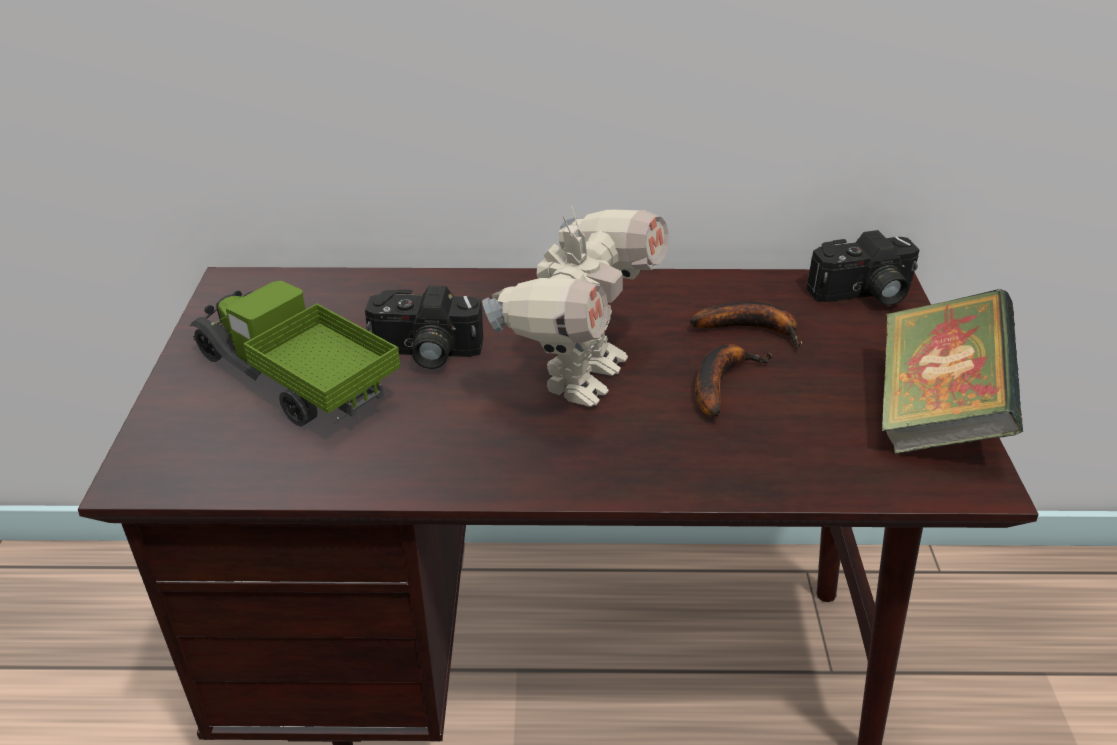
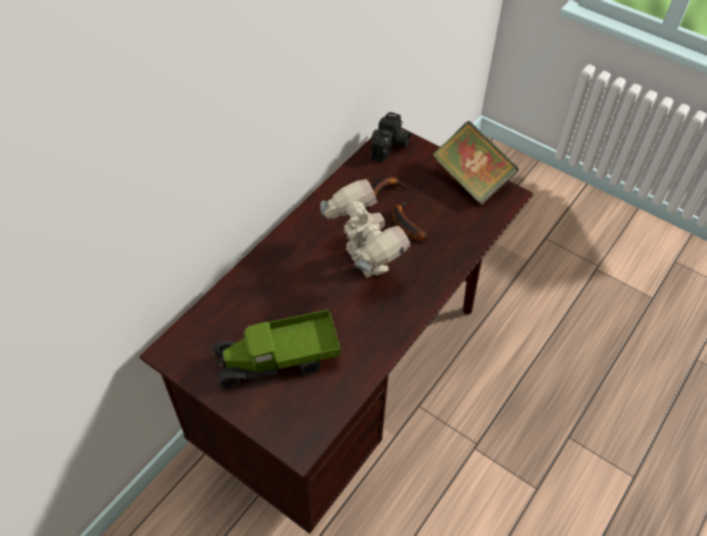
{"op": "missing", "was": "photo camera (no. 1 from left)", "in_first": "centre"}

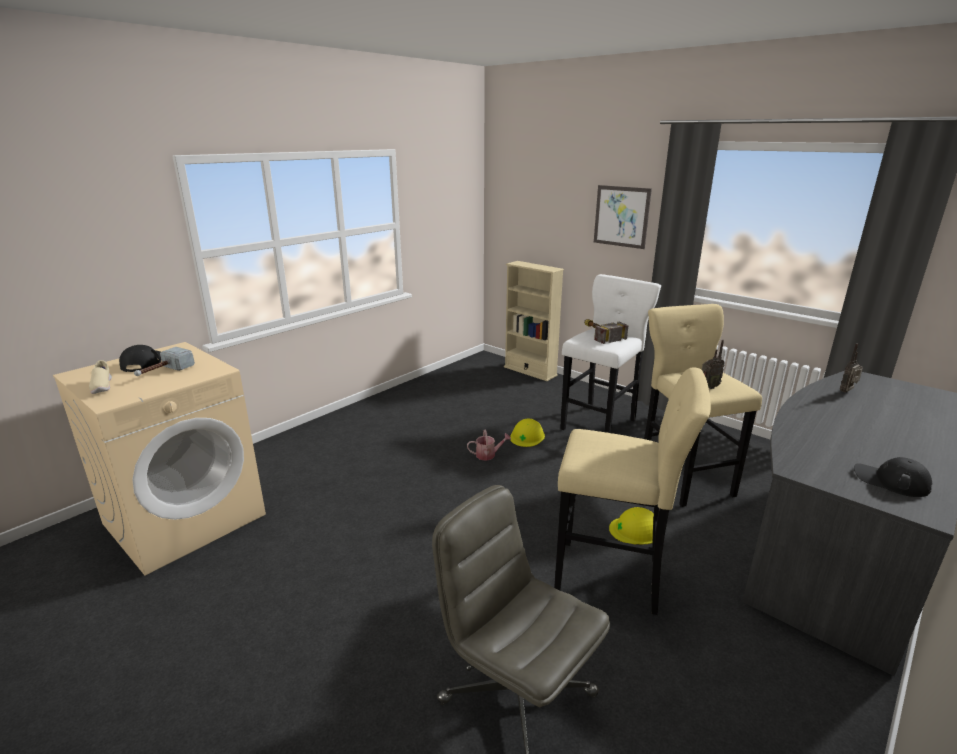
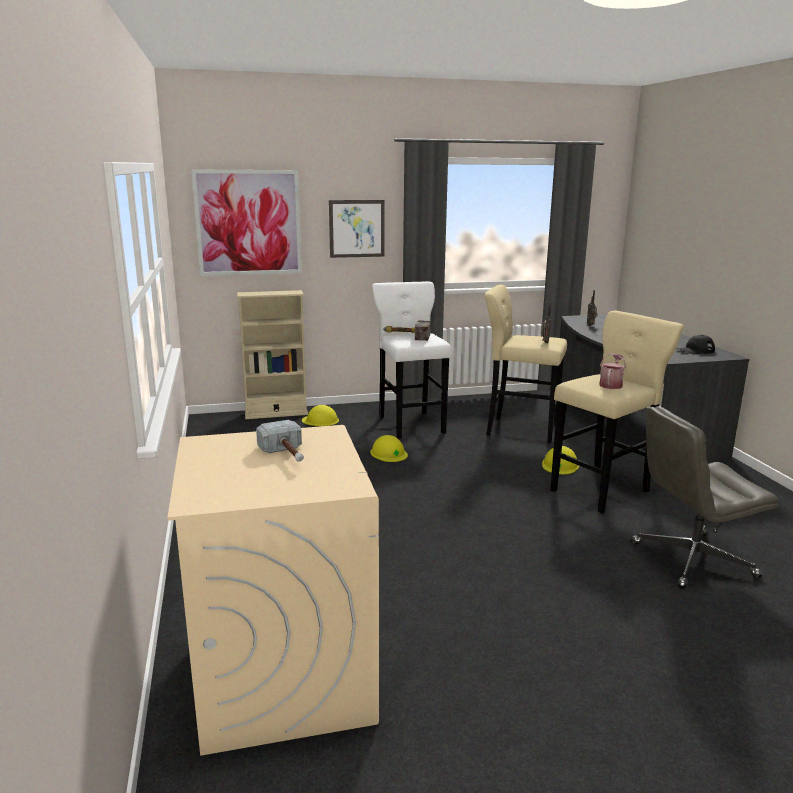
{"op": "appeared", "now": "picture (no. 1 from left)", "in_second": "top left"}
{"op": "appeared", "now": "yellow hard hat (no. 1 from left)", "in_second": "centre"}
{"op": "relocated", "was": "watering can", "in_first": "centre", "in_second": "middle right"}
{"op": "missing", "was": "beige shoe", "in_first": "middle left"}
{"op": "missing", "was": "black cap (no. 1 from left)", "in_first": "middle left"}

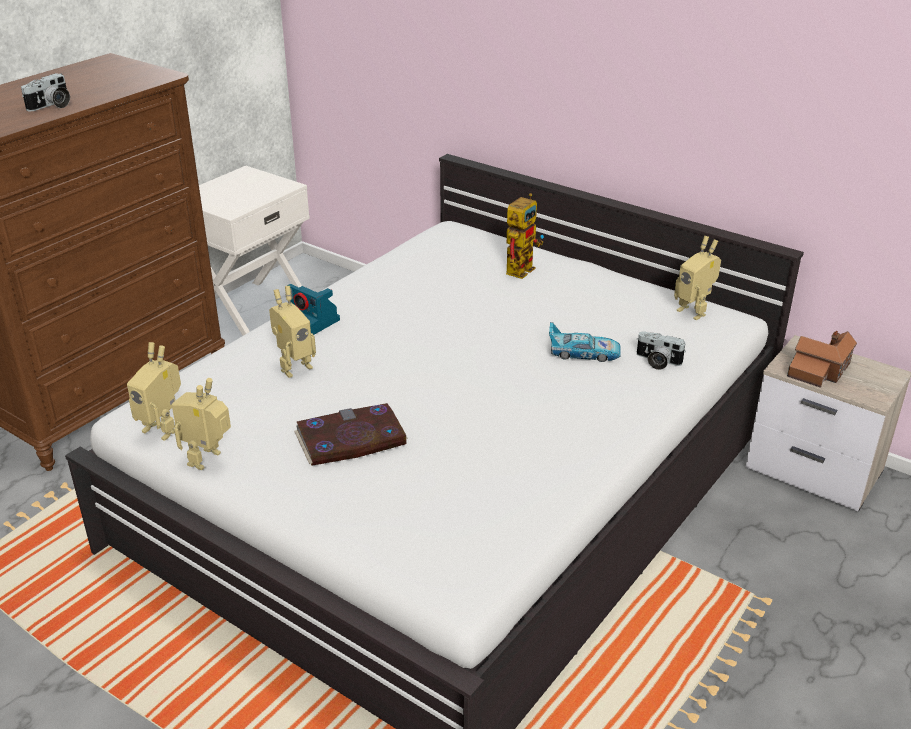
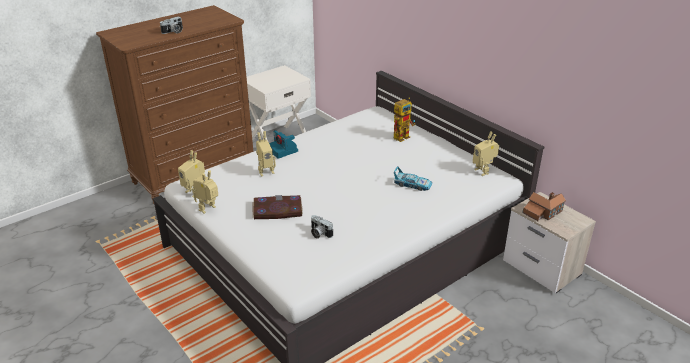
{"op": "relocated", "was": "photo camera (no. 3 from left)", "in_first": "middle right", "in_second": "centre"}

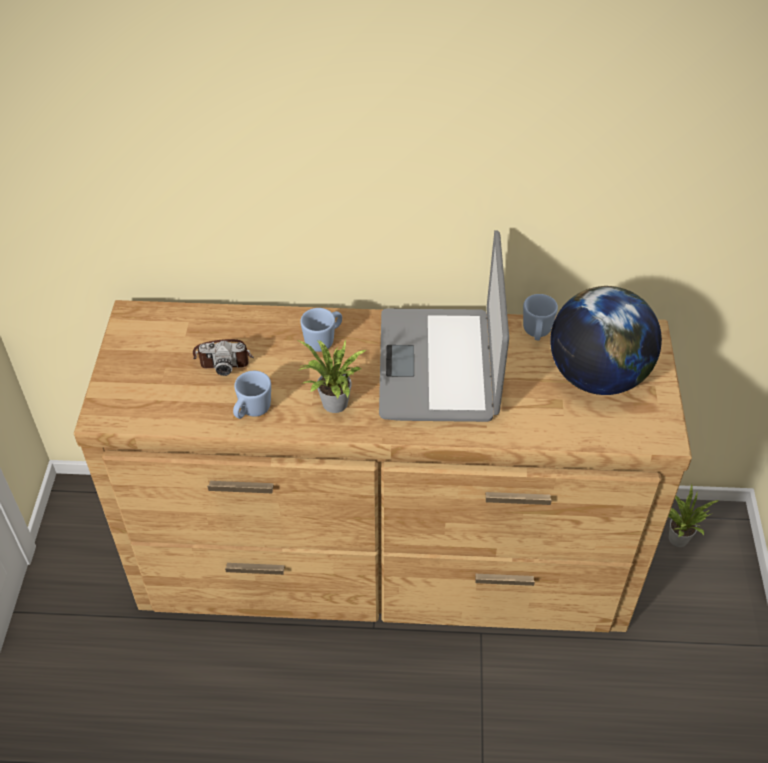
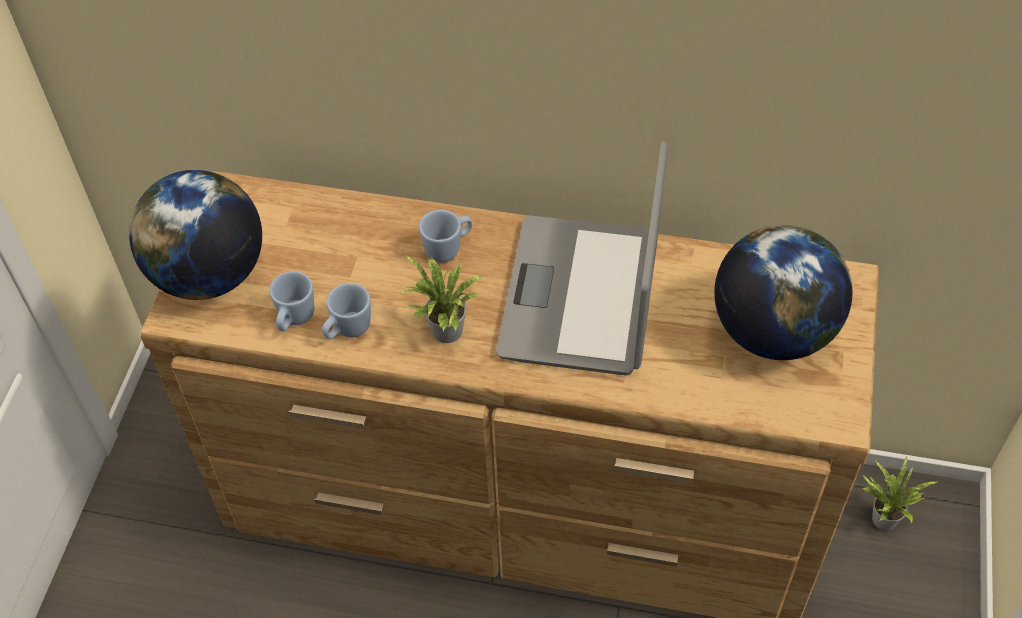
{"op": "appeared", "now": "globe (no. 1 from left)", "in_second": "middle left"}
{"op": "relocated", "was": "blue mug (no. 3 from left in the first image)", "now": "blue mug (no. 1 from left)", "in_first": "middle right", "in_second": "middle left"}
{"op": "missing", "was": "photo camera", "in_first": "middle left"}

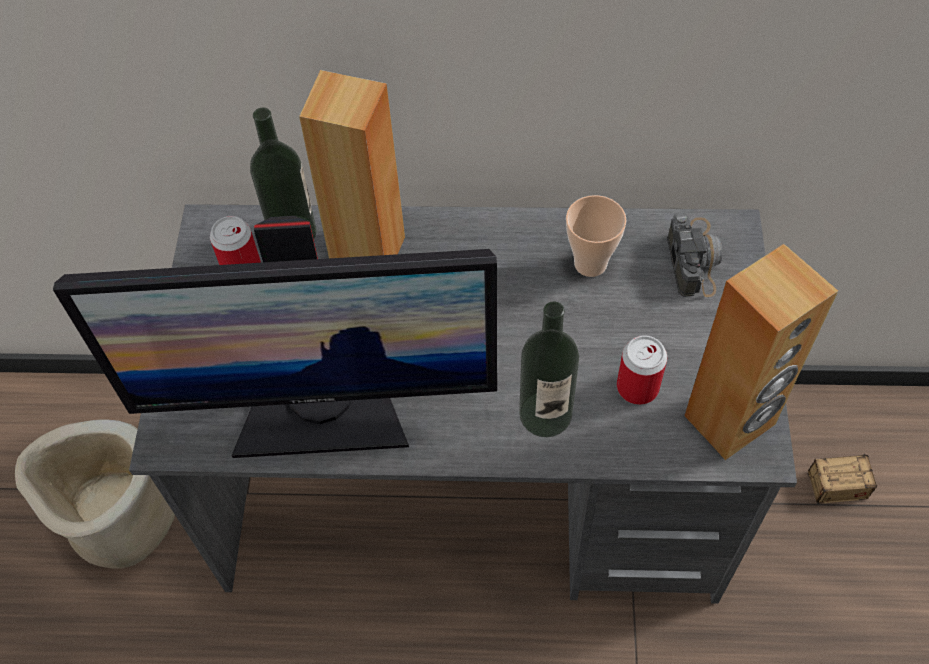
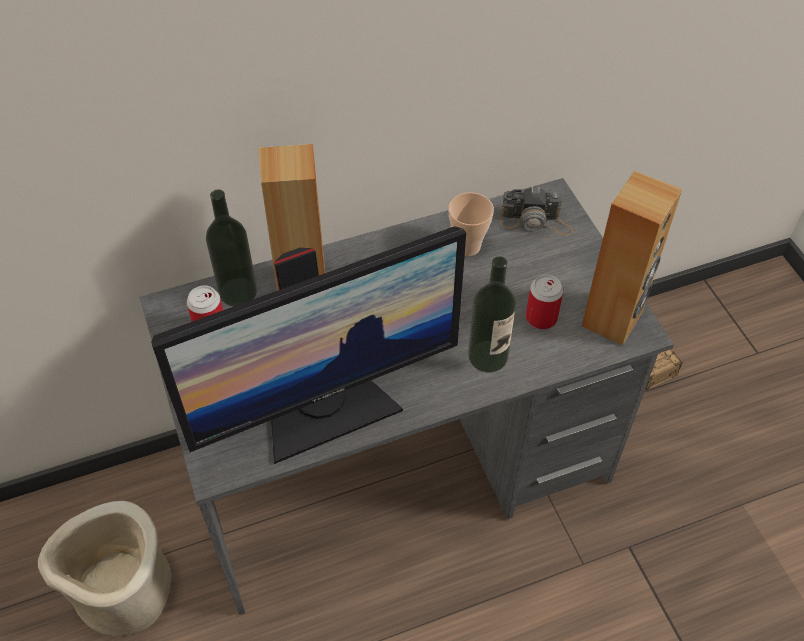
{"op": "spun", "was": "photo camera", "in_first": "middle right", "in_second": "top right", "clockwise": 120}

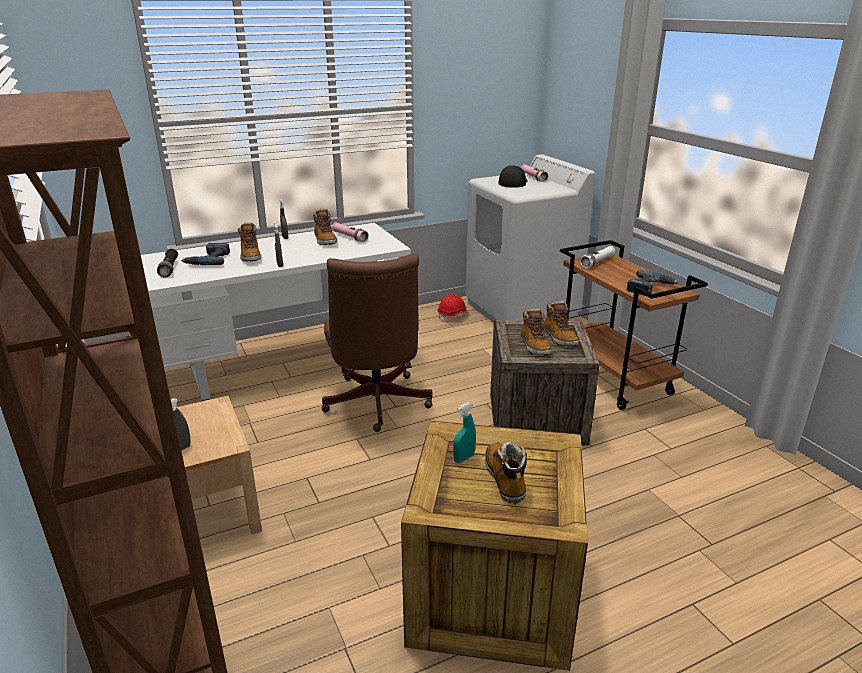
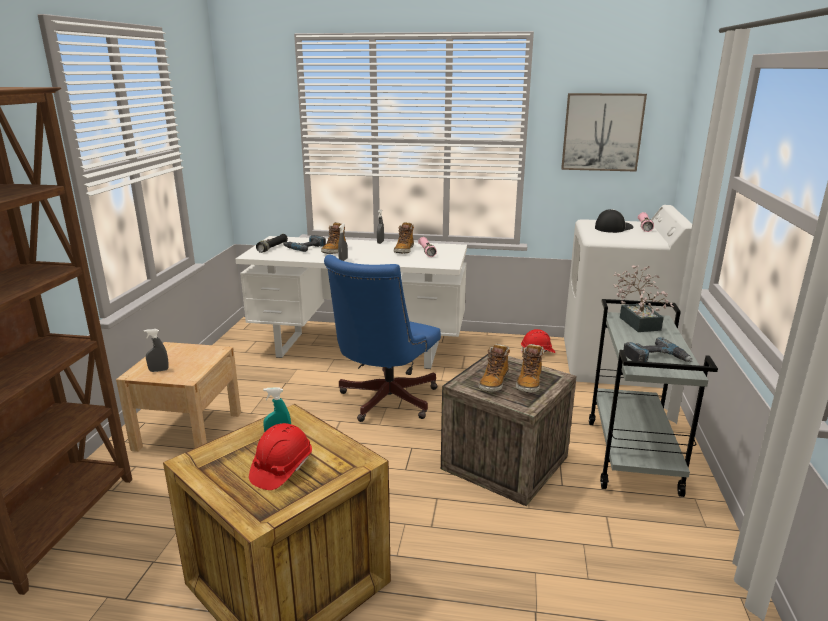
{"op": "exchanged", "was": "boot (no. 3 from left)", "now": "red hard hat (no. 1 from left)", "in_first": "bottom centre", "in_second": "bottom centre"}
{"op": "colour", "was": "brown office chair", "now": "blue office chair", "in_first": "centre", "in_second": "centre"}
{"op": "appeared", "now": "picture", "in_second": "top right"}
{"op": "colour", "was": "brown cart", "now": "grey cart", "in_first": "middle right", "in_second": "middle right"}
{"op": "exchanged", "was": "white flashlight", "now": "potted plant", "in_first": "middle right", "in_second": "middle right"}

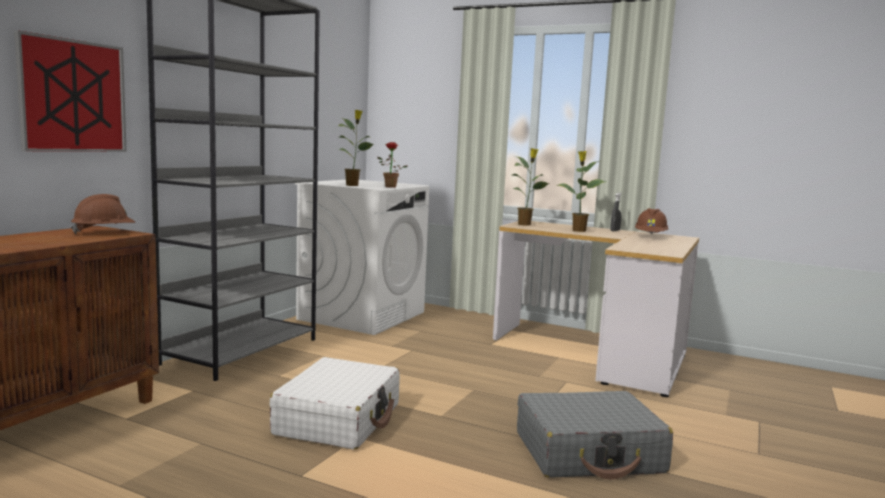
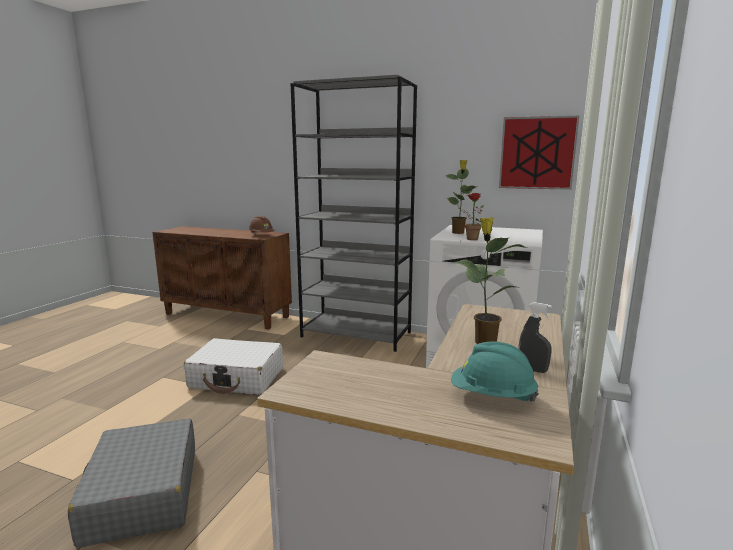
{"op": "colour", "was": "brown hard hat (no. 2 from left)", "now": "turquoise hard hat", "in_first": "middle right", "in_second": "bottom right"}
{"op": "relocated", "was": "picture", "in_first": "top left", "in_second": "top right"}
{"op": "missing", "was": "potted plant (no. 3 from left)", "in_first": "centre"}

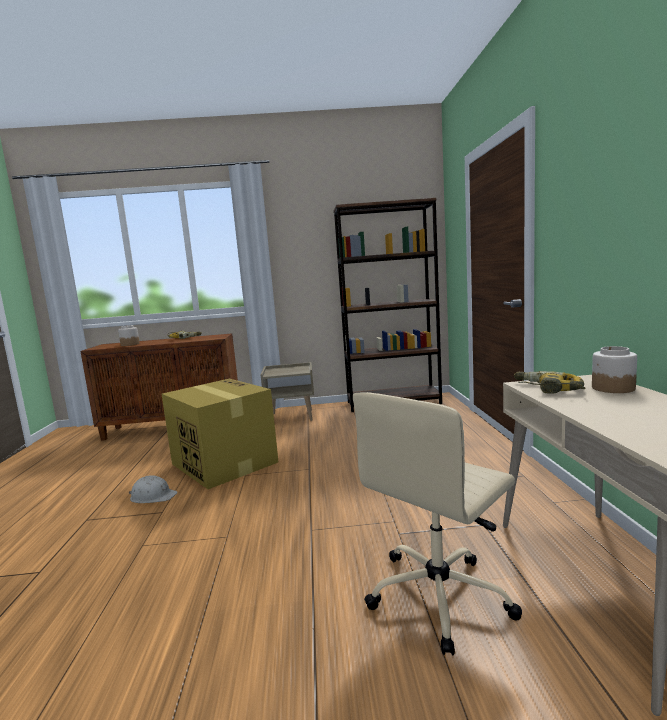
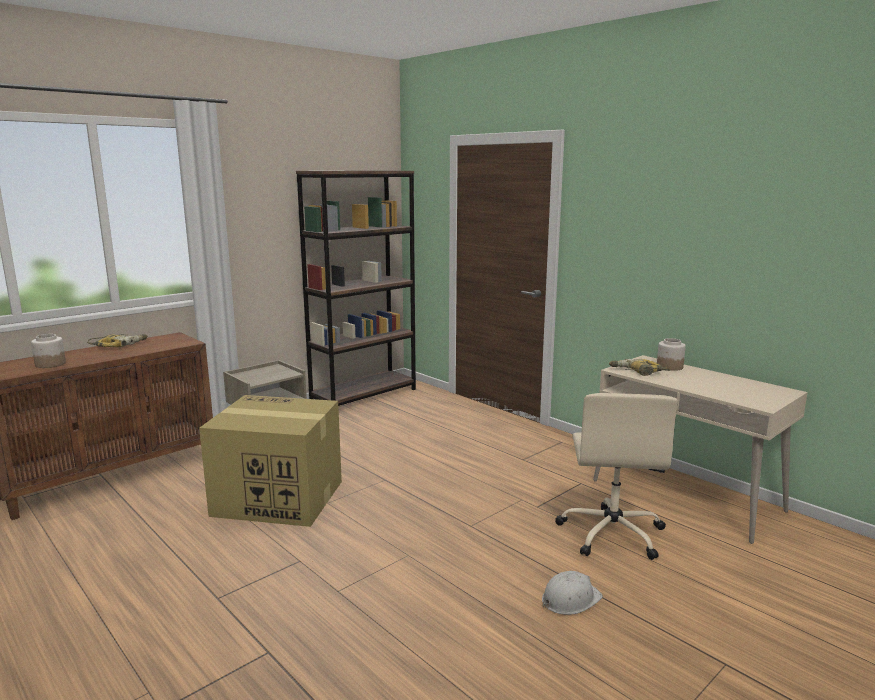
{"op": "relocated", "was": "white hard hat", "in_first": "bottom left", "in_second": "bottom centre"}

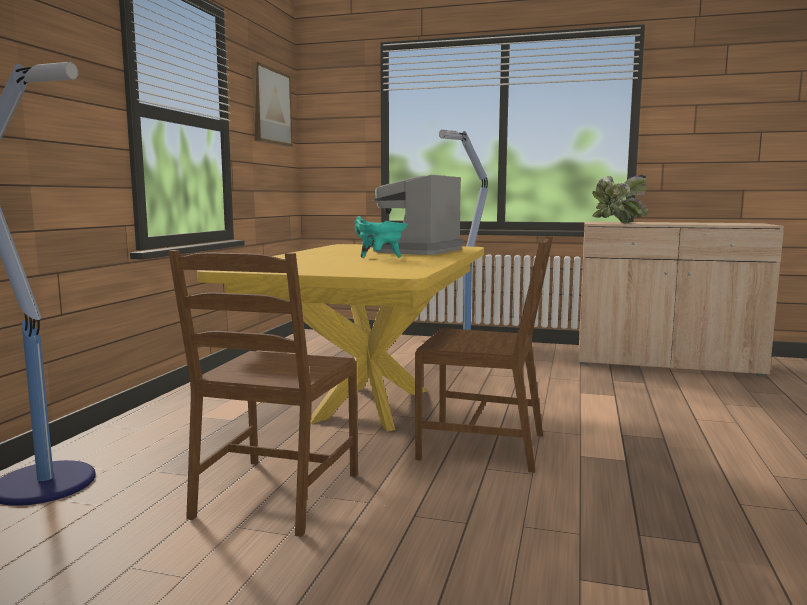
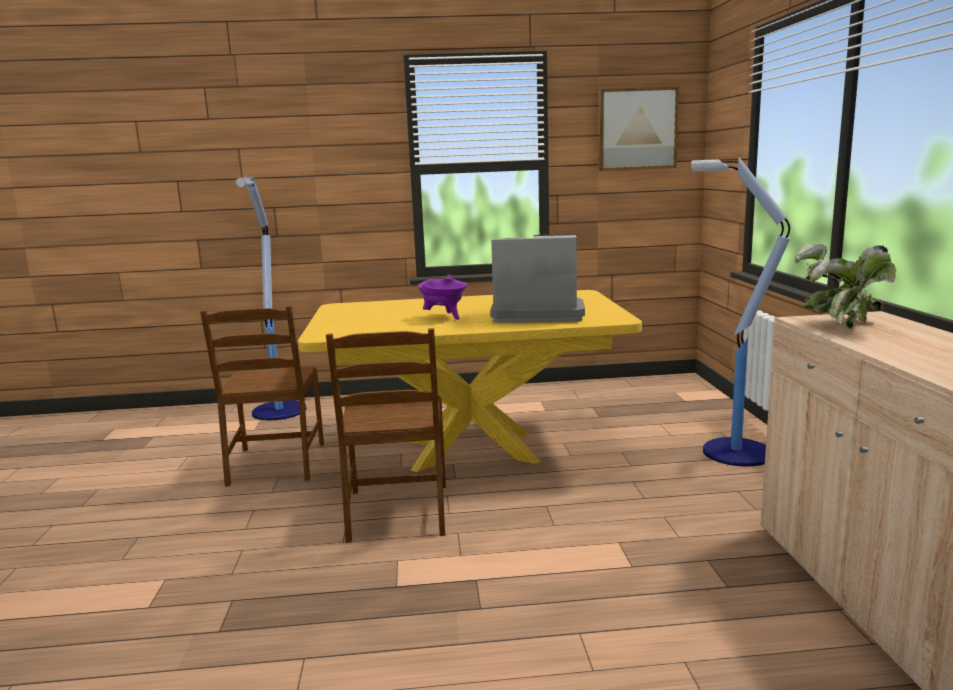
{"op": "spun", "was": "brown chair (no. 1 from left)", "in_first": "middle left", "in_second": "middle left", "clockwise": -90}
{"op": "colour", "was": "turquoise cooking pot", "now": "purple cooking pot", "in_first": "centre", "in_second": "centre"}

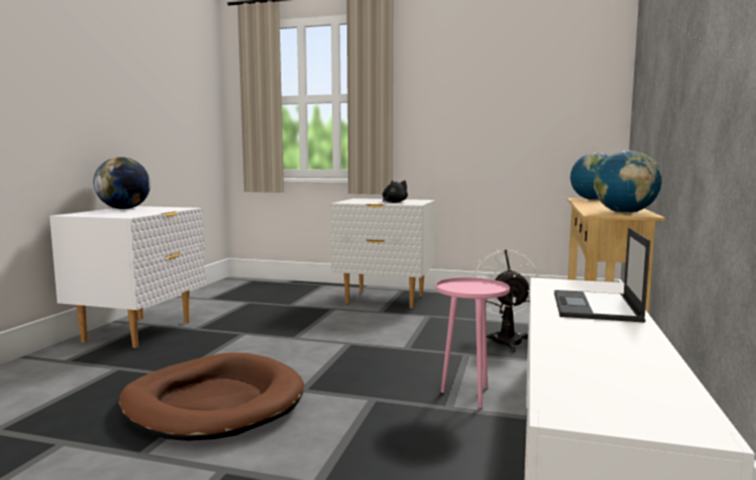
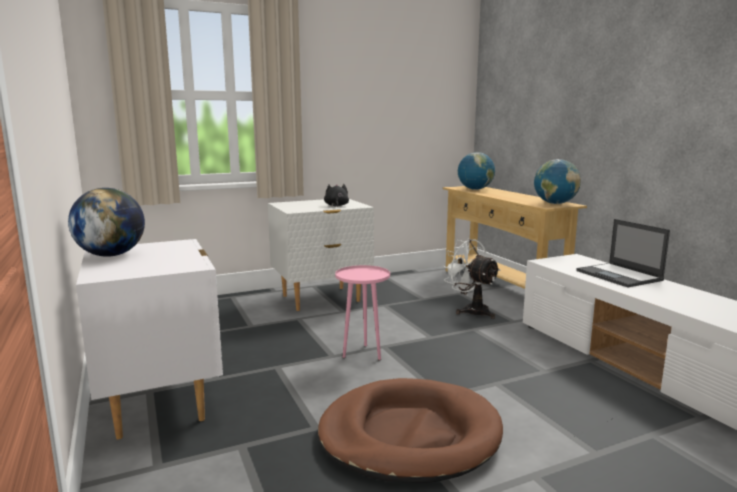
{"op": "relocated", "was": "pink side table", "in_first": "bottom centre", "in_second": "centre"}

